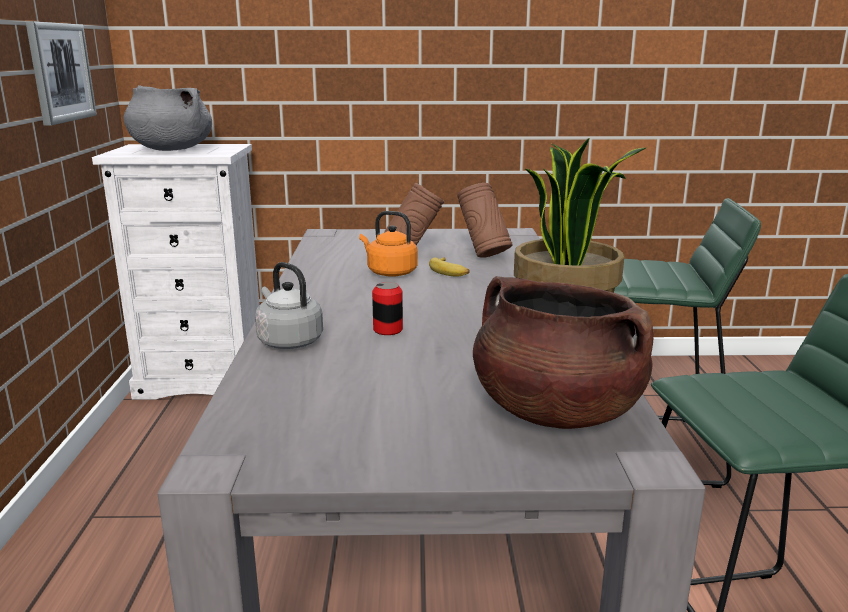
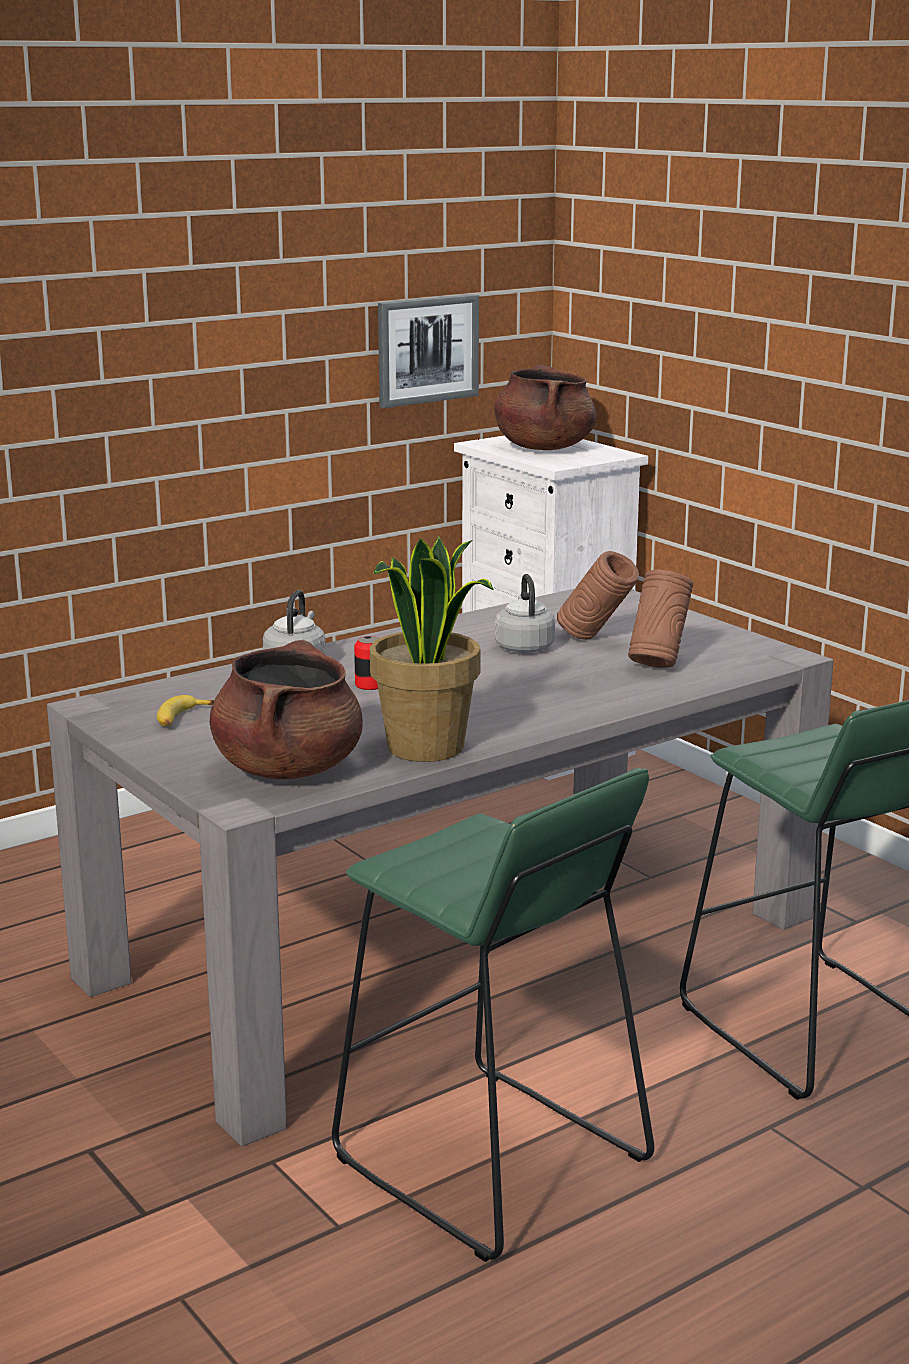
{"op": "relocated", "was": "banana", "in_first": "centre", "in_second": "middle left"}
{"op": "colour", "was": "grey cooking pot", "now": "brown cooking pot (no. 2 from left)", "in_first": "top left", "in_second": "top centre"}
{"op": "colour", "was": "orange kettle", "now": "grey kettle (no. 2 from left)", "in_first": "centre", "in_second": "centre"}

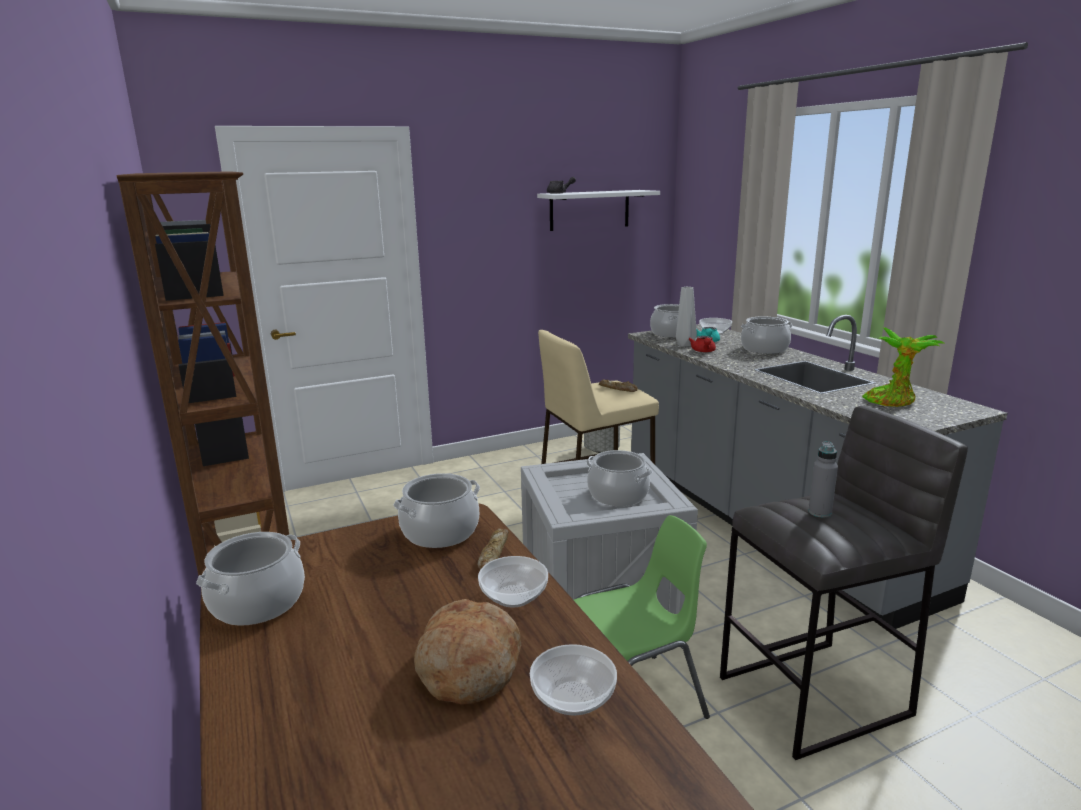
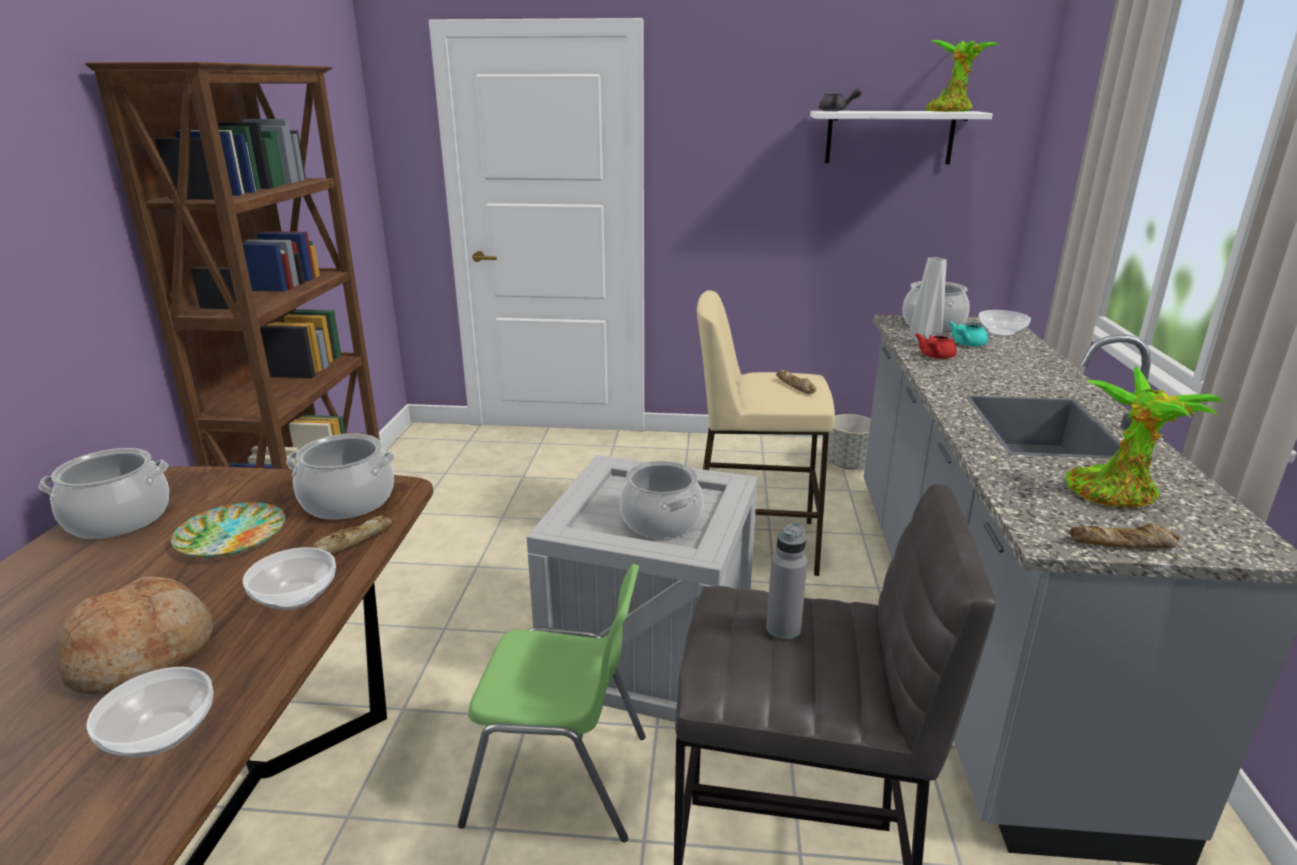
{"op": "appeared", "now": "plate", "in_second": "middle left"}
{"op": "appeared", "now": "potted plant (no. 1 from left)", "in_second": "top right"}
{"op": "appeared", "now": "bread (no. 4 from left)", "in_second": "middle right"}
{"op": "missing", "was": "cooking pot (no. 5 from left)", "in_first": "middle right"}

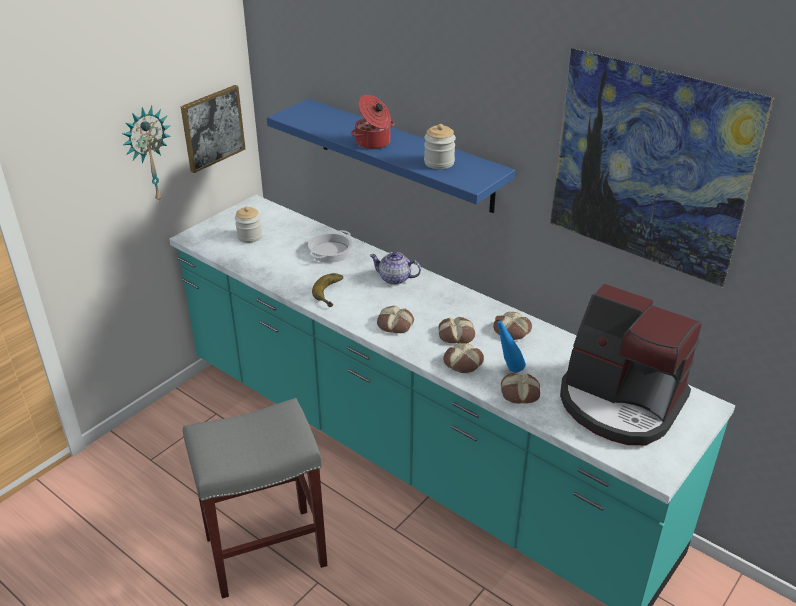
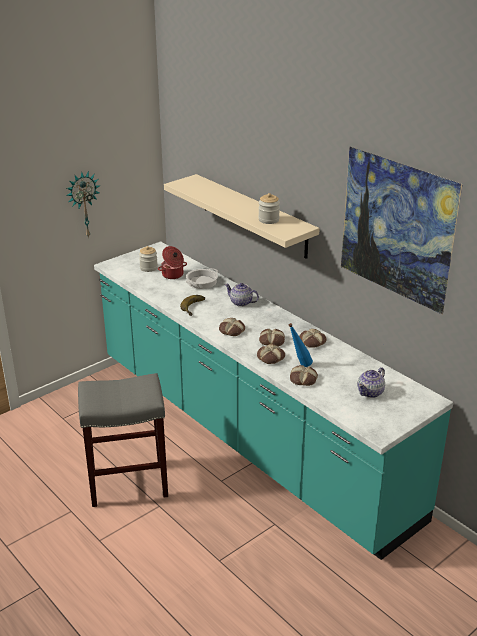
{"op": "relocated", "was": "cooking pot (no. 2 from left in the first image)", "now": "cooking pot (no. 1 from left)", "in_first": "top centre", "in_second": "centre"}
{"op": "colour", "was": "blue shelf", "now": "beige shelf", "in_first": "top centre", "in_second": "centre"}
{"op": "exchanged", "was": "coffee machine", "now": "teapot (no. 2 from left)", "in_first": "middle right", "in_second": "middle right"}
{"op": "missing", "was": "picture (no. 1 from left)", "in_first": "top left"}

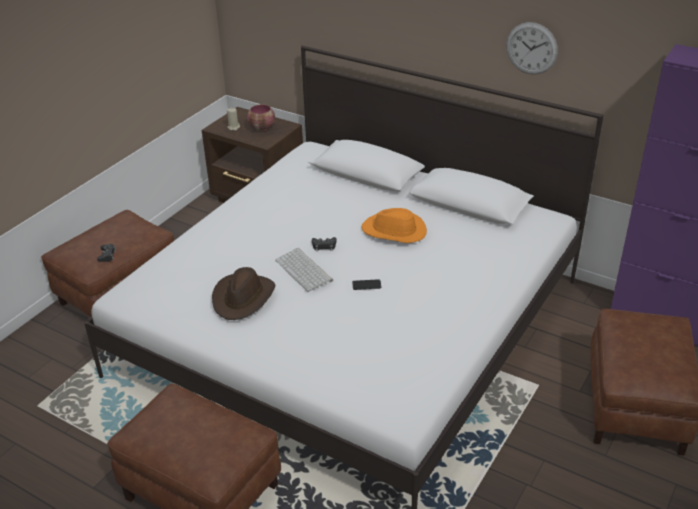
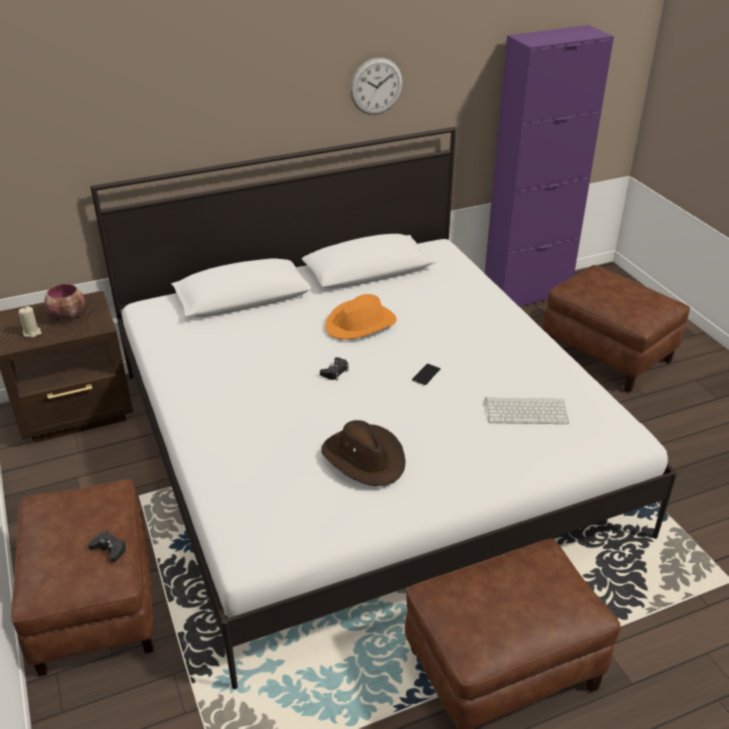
{"op": "relocated", "was": "keyboard", "in_first": "centre", "in_second": "middle right"}

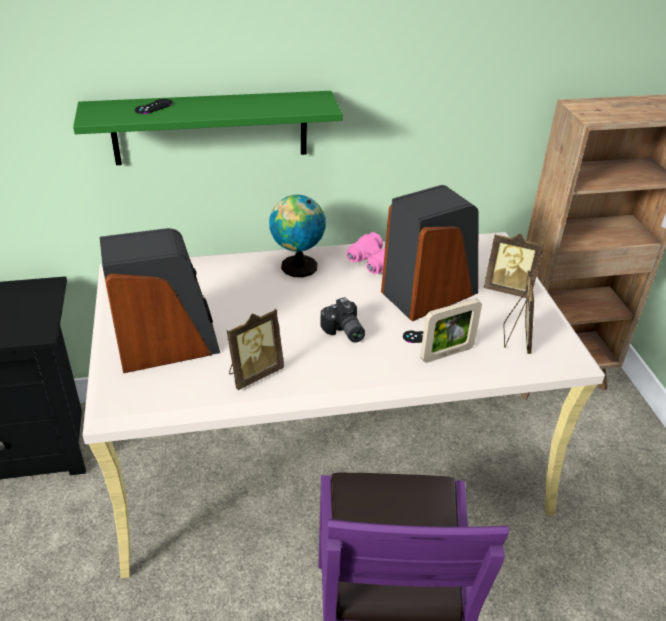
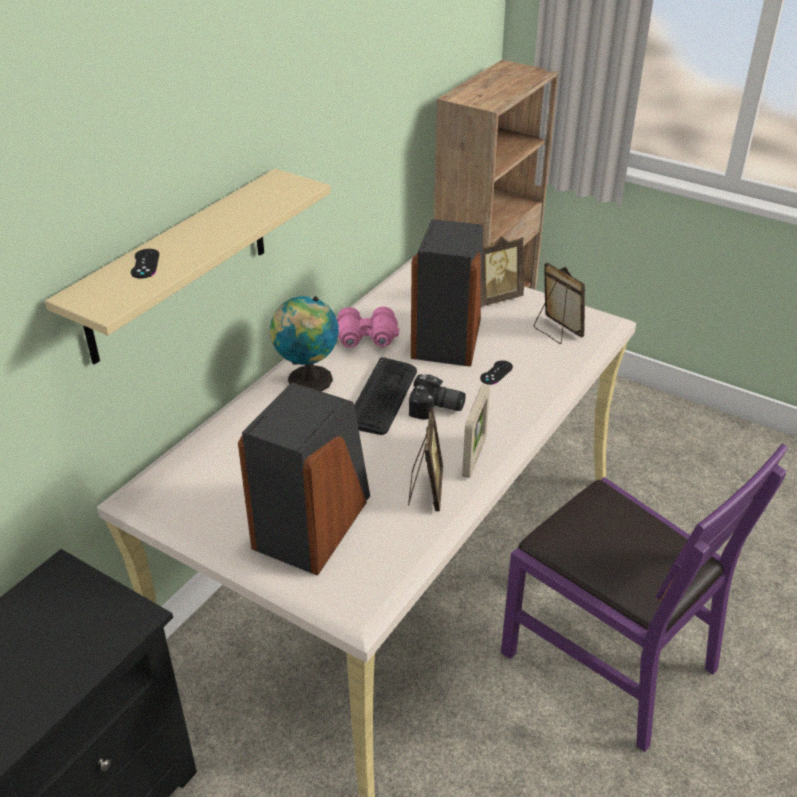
{"op": "colour", "was": "green shelf", "now": "beige shelf", "in_first": "top left", "in_second": "middle left"}
{"op": "appeared", "now": "keyboard", "in_second": "centre"}
{"op": "relocated", "was": "picture frame (no. 2 from left)", "in_first": "middle right", "in_second": "centre"}

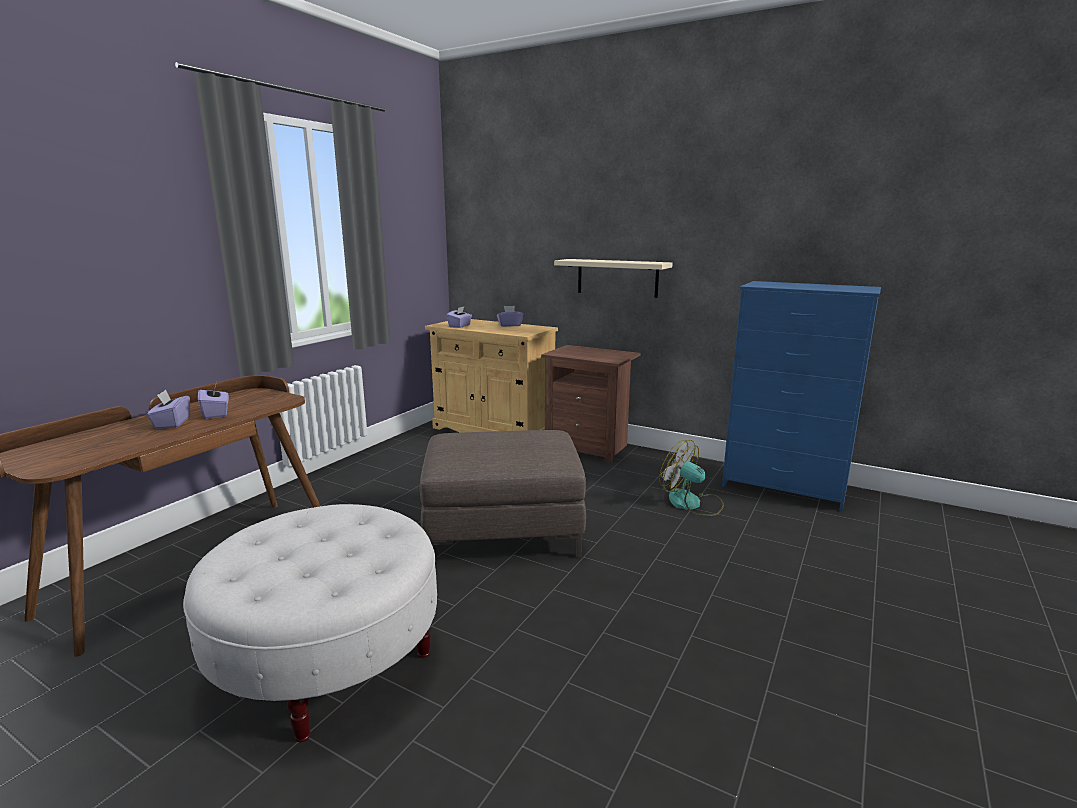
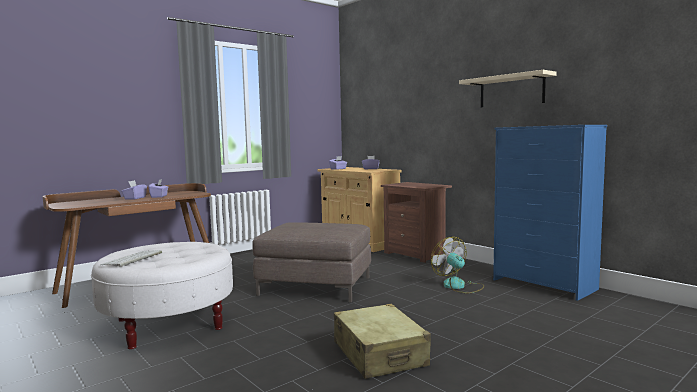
{"op": "appeared", "now": "keyboard", "in_second": "middle left"}
{"op": "appeared", "now": "beige suitcase", "in_second": "bottom centre"}
{"op": "relocated", "was": "beige shelf", "in_first": "centre", "in_second": "top right"}

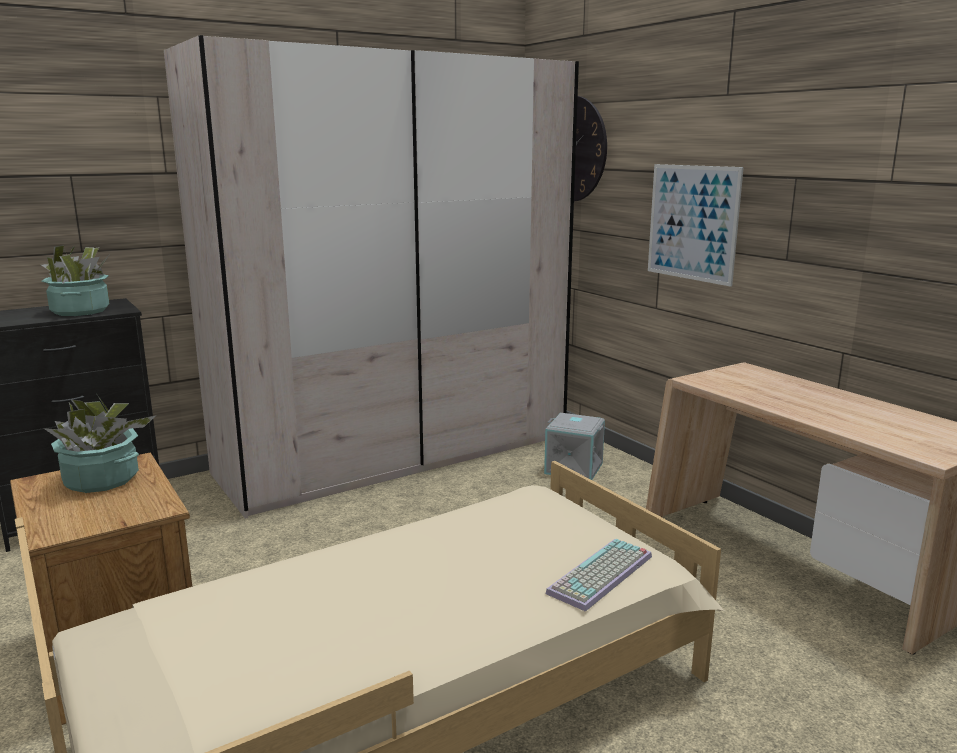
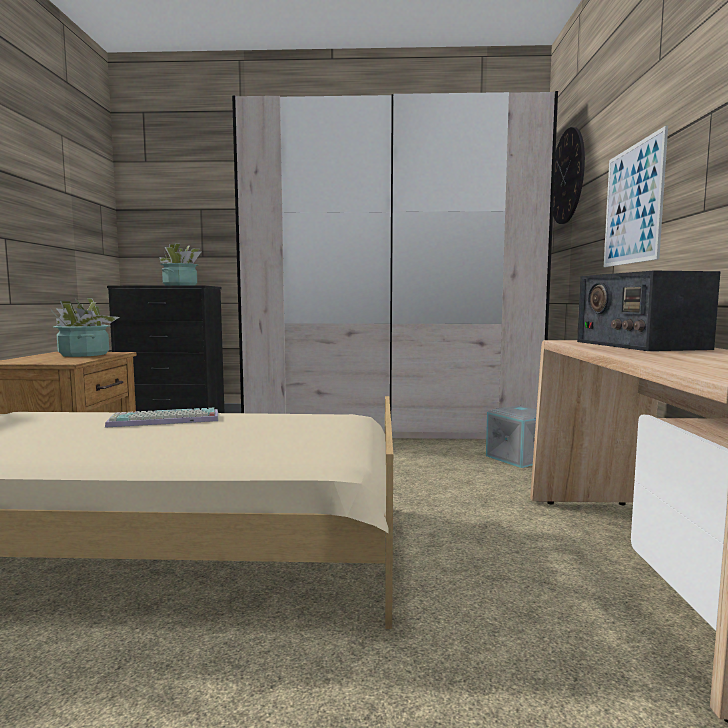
{"op": "relocated", "was": "keyboard", "in_first": "bottom centre", "in_second": "middle left"}
{"op": "appeared", "now": "radio", "in_second": "middle right"}

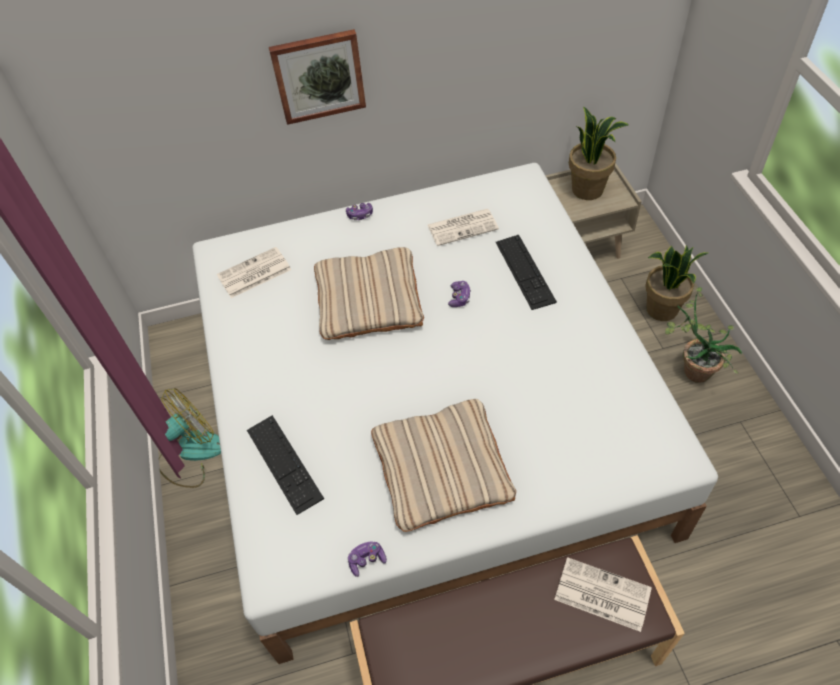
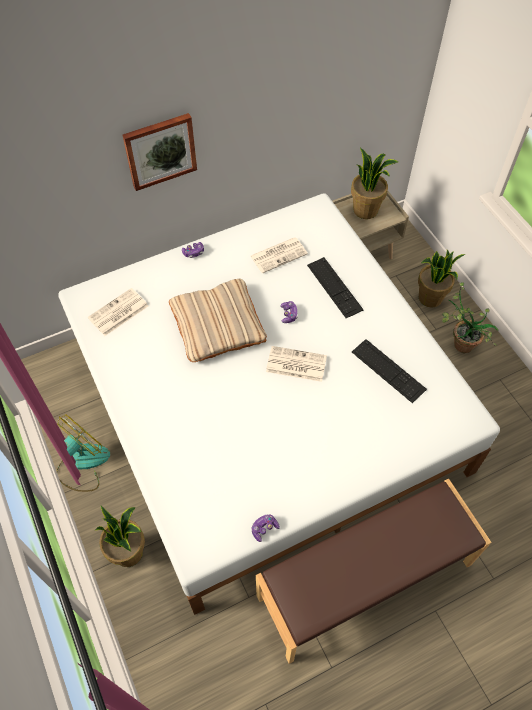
{"op": "appeared", "now": "potted plant (no. 1 from left)", "in_second": "bottom left"}
{"op": "relocated", "was": "newspaper (no. 3 from left)", "in_first": "bottom right", "in_second": "centre"}
{"op": "relocated", "was": "keyboard (no. 1 from left in the first image)", "now": "keyboard (no. 2 from left)", "in_first": "bottom centre", "in_second": "middle right"}
{"op": "missing", "was": "beige pillow (no. 2 from left)", "in_first": "bottom centre"}

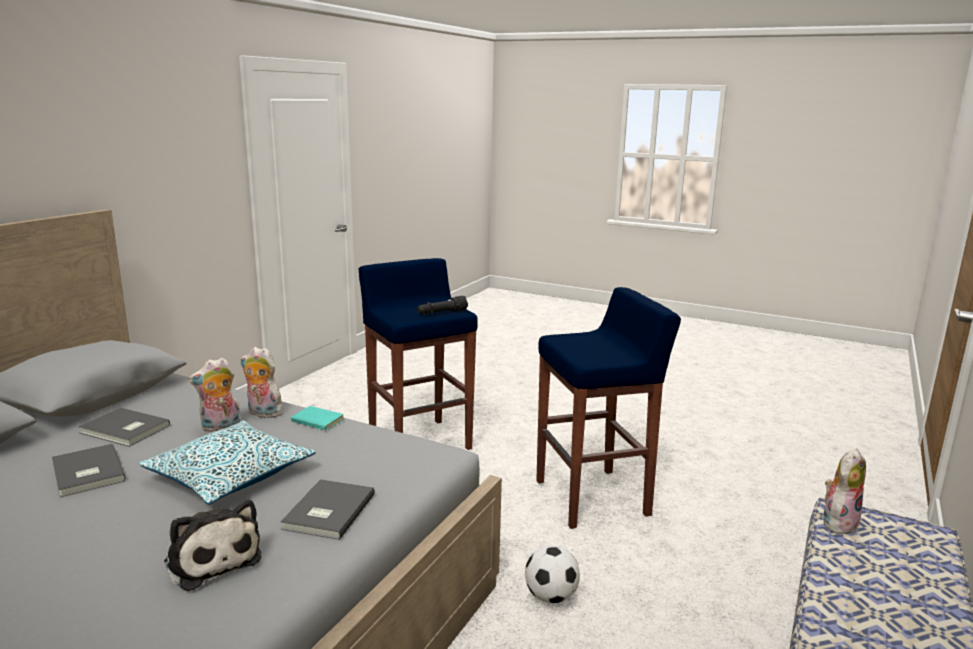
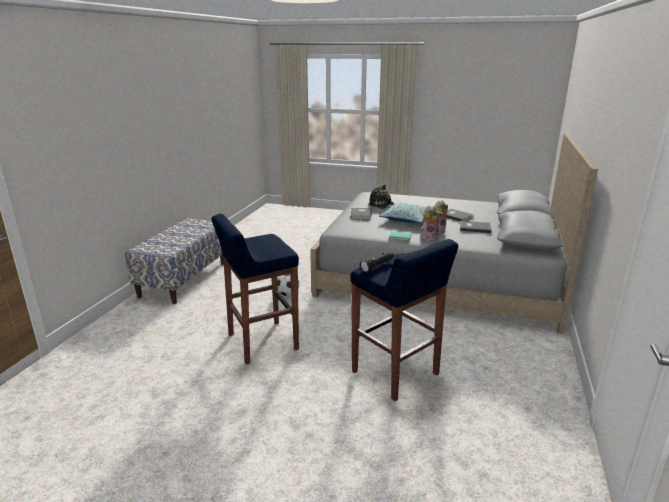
{"op": "missing", "was": "plush toy (no. 4 from left)", "in_first": "bottom right"}

